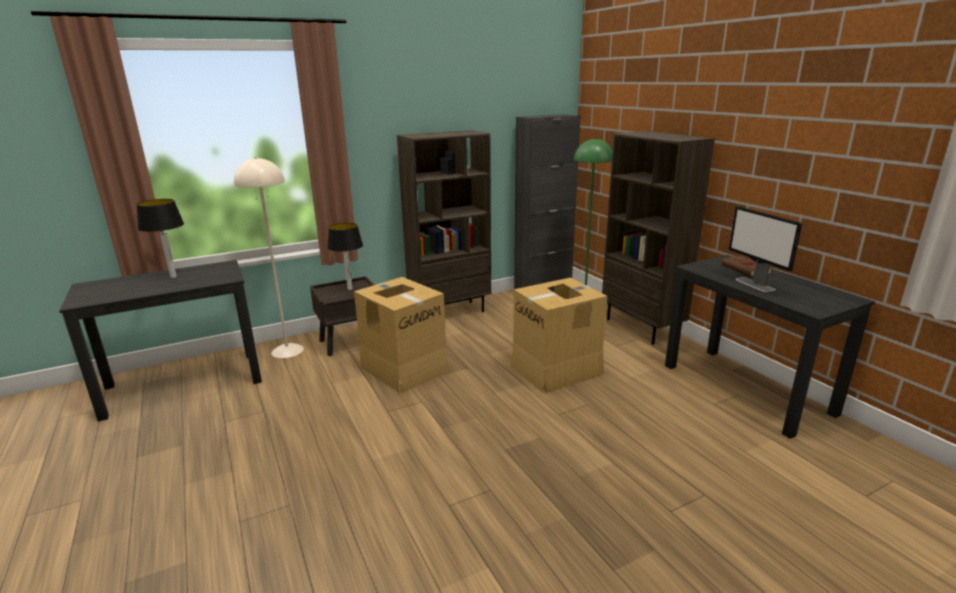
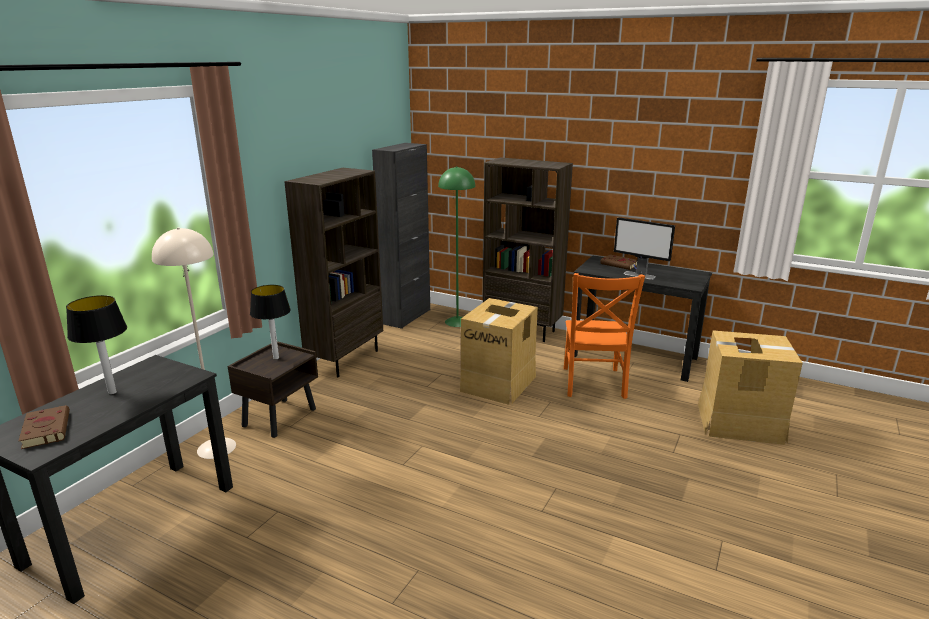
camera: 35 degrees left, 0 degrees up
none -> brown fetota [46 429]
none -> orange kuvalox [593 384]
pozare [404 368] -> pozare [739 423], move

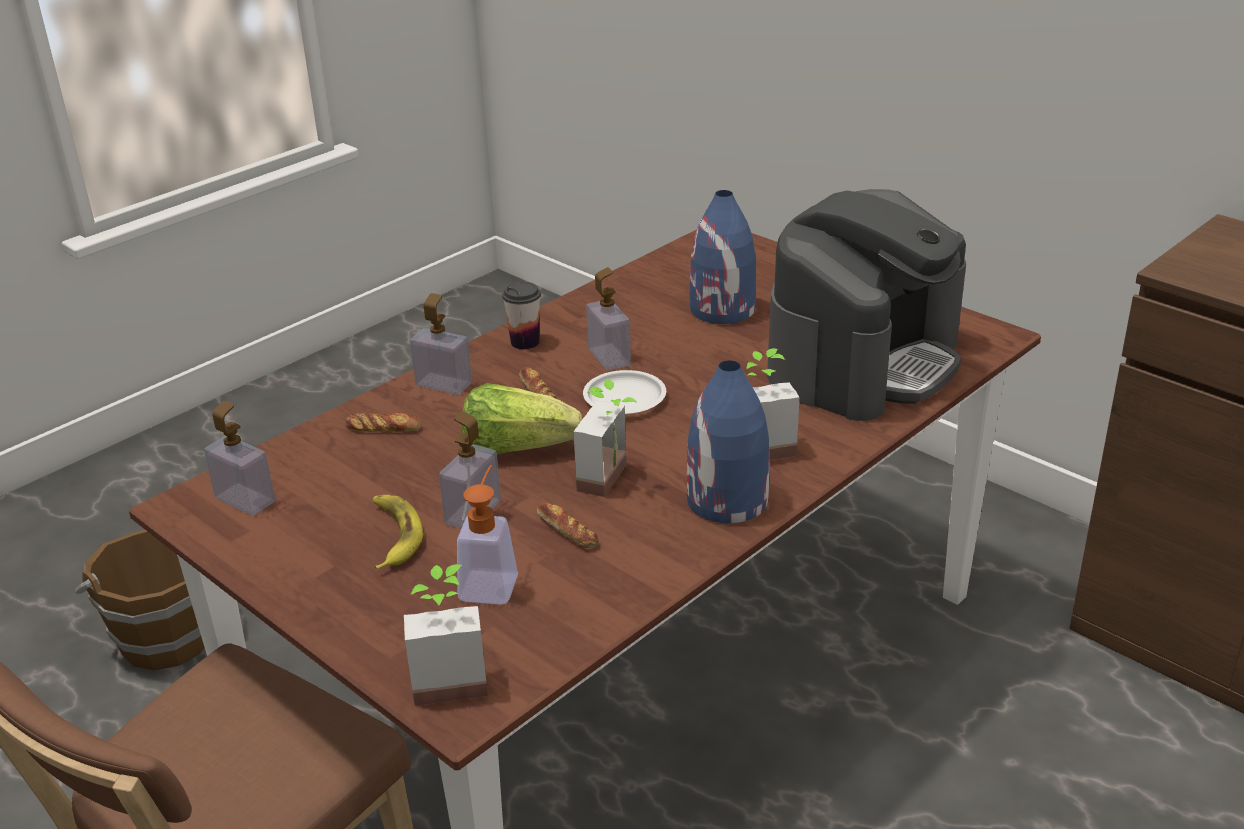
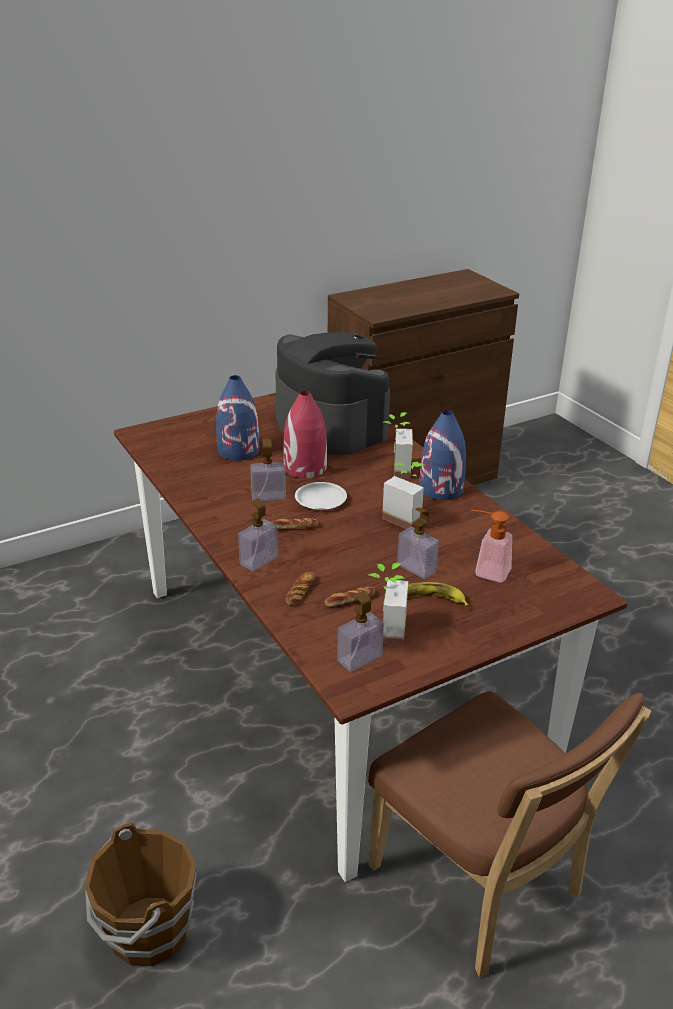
camera: 75 degrees left, 0 degrees up
none -> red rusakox [305 468]
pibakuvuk [567 531] -> pibakuvuk [350 600], move
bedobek [449 677] -> bedobek [385 631], move
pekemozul [516 448] -> none
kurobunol [525 342] -> none

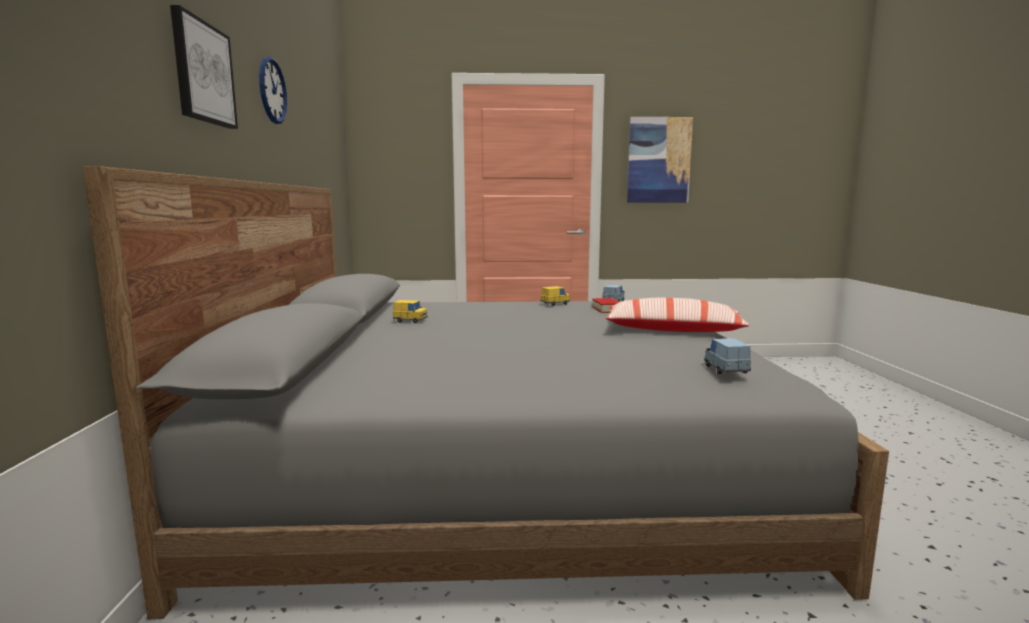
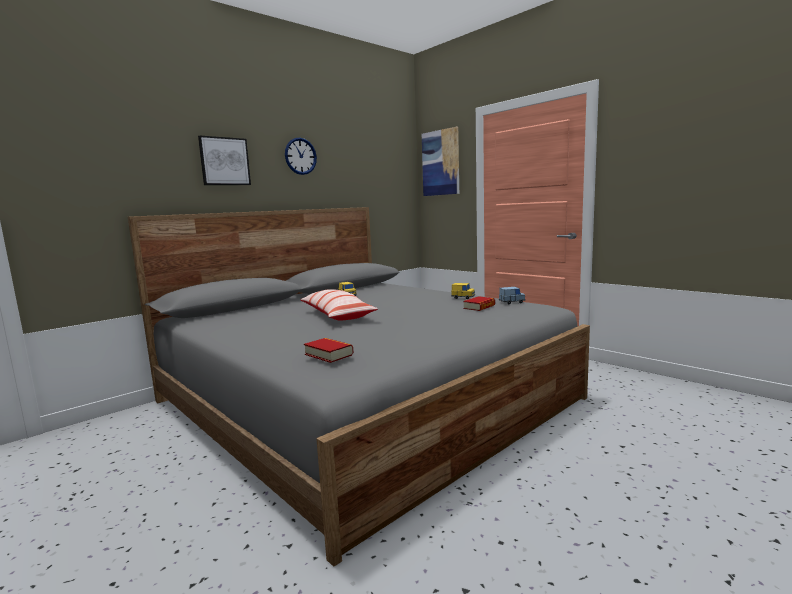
camera: 50 degrees right, 0 degrees up
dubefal [672 330] -> dubefal [336 315], move
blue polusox [726 370] -> fetota [328 354]
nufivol [659 160] -> nufivol [440 163], move

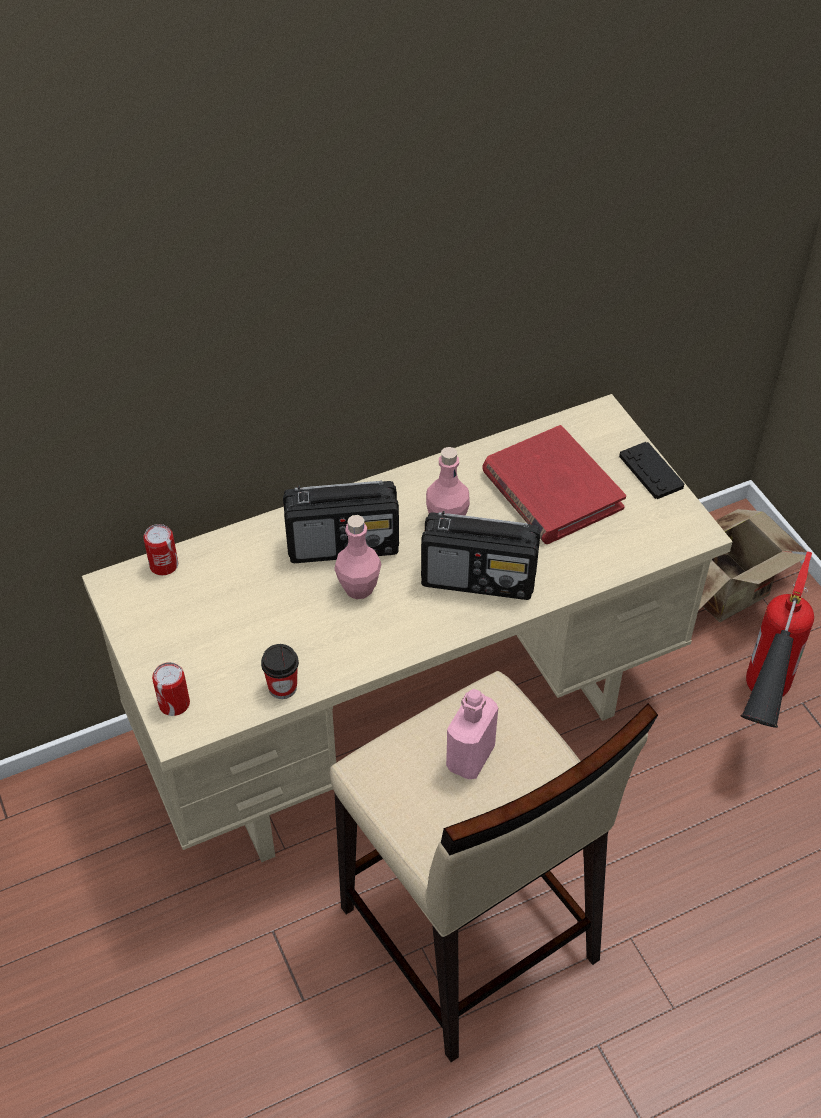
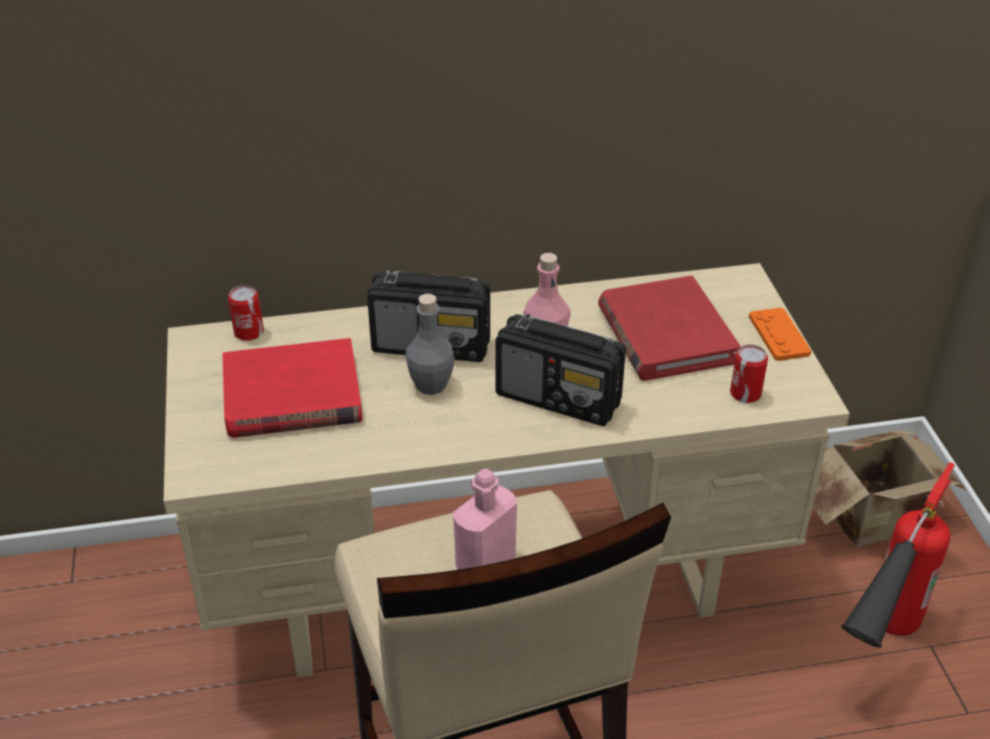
camera: 15 degrees right, 10 degrees down
none -> red fetota [292 395]
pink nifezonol [358 588] -> grey nifezonol [431 385]
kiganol [174 704] -> kiganol [745 393], move
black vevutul [651 471] -> orange vevutul [779 335]
kurobunol [282 687] -> none

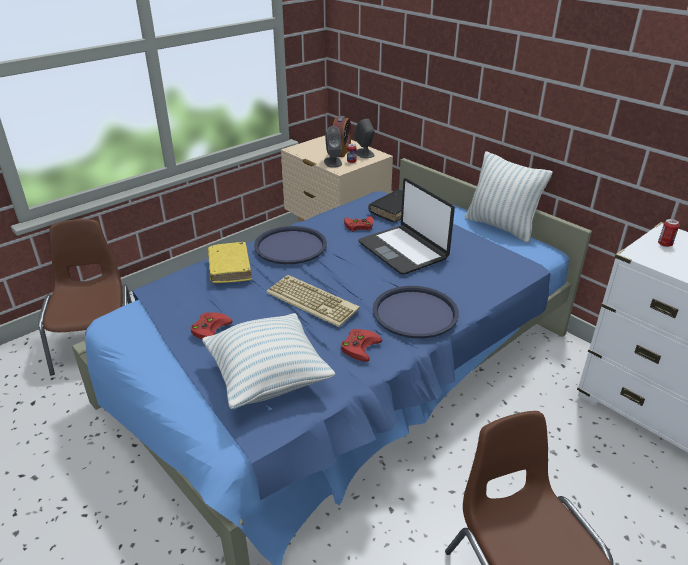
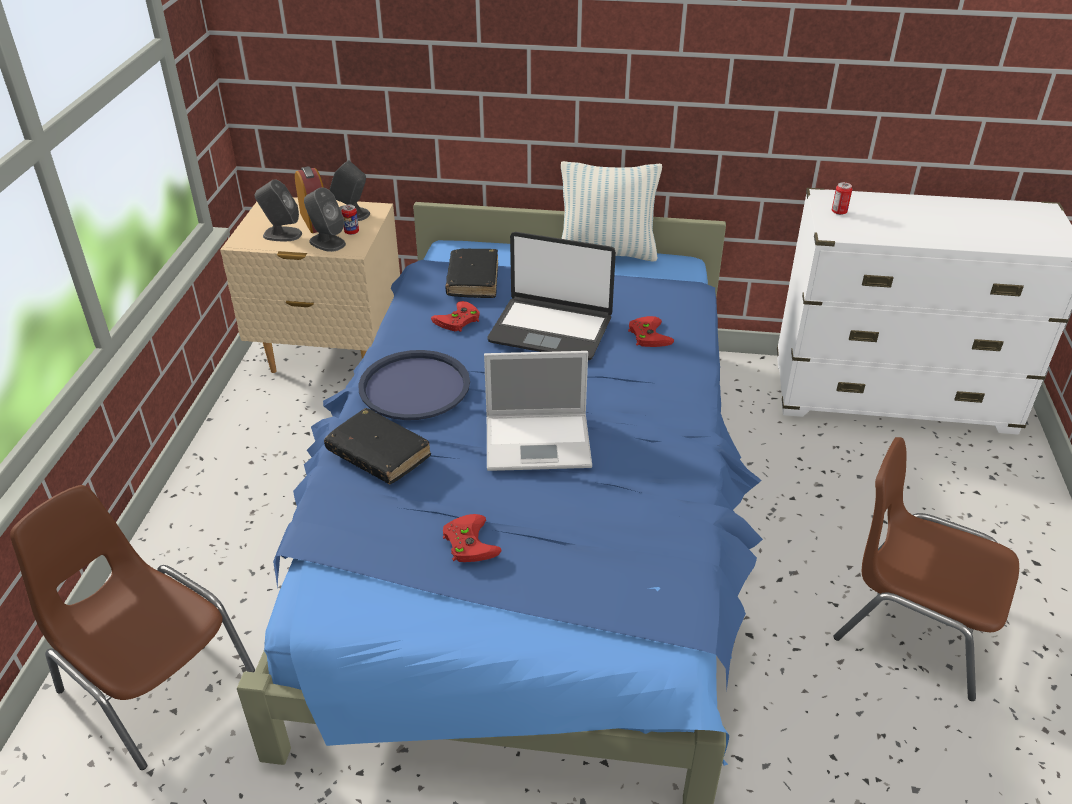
camera: 40 degrees left, 5 degrees up
none -> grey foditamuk [281 234]
yellow fetota [229 268] -> black fetota [378 454]
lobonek [313 301] -> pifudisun [540 441]
red vevutul [359 345] -> red vevutul [647 335], move
dubefal [268 379] -> none
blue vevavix [415 312] -> none

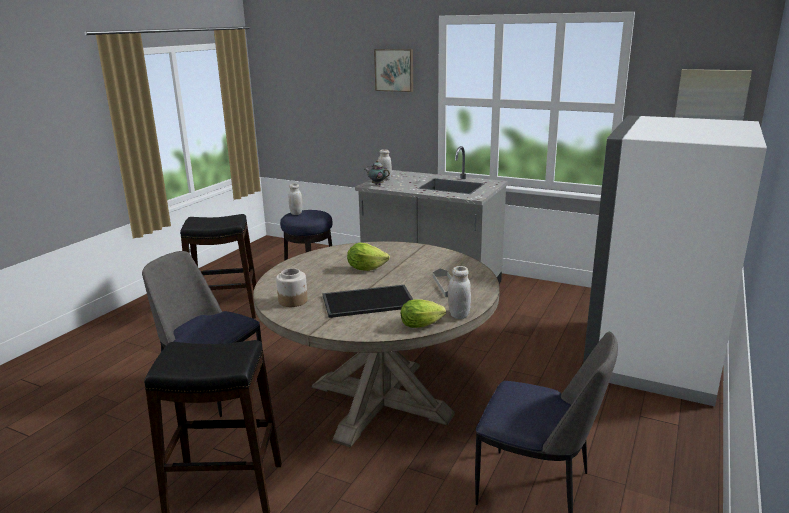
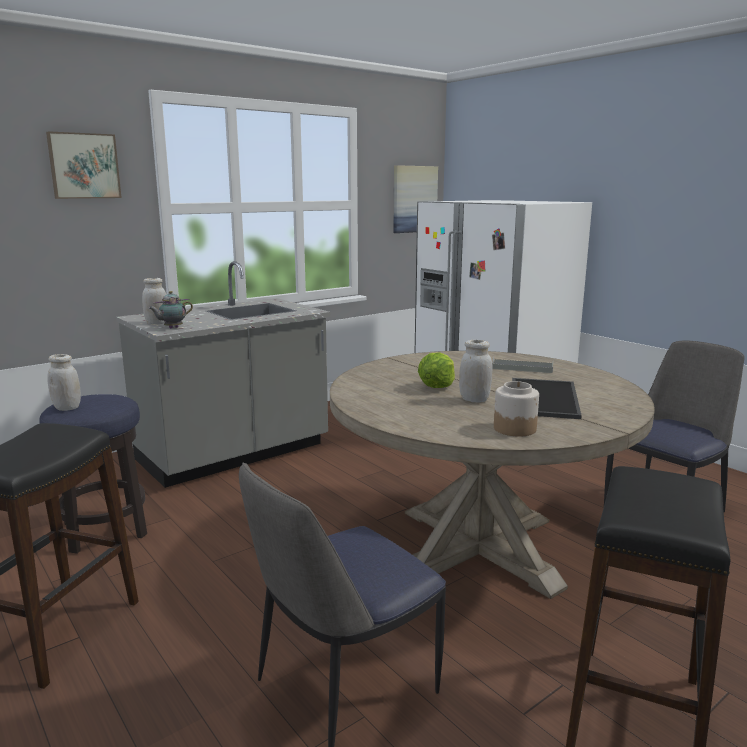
camera: 65 degrees left, 5 degrees down
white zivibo [459 315] -> white zivibo [474 400], move
pekemozul [423 325] -> none

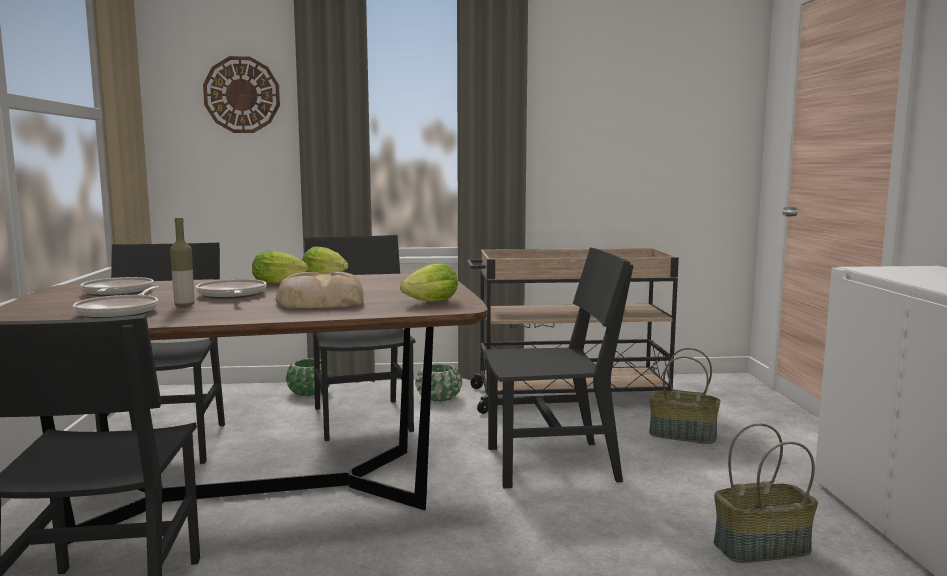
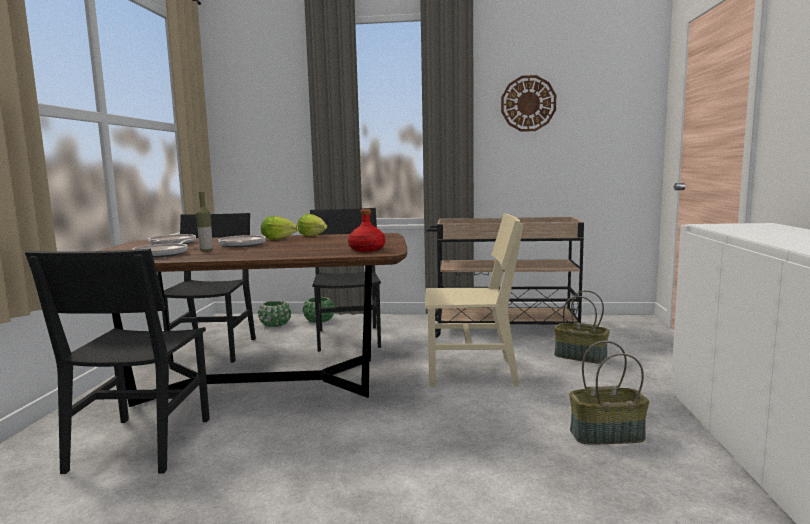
camera: 10 degrees right, 0 degrees up
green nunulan [438 397] -> green nunulan [275 324], move
pekemozul [428 303] -> red nifezonol [367 250]
black kuvalox [552 464] -> beige kuvalox [471 372]
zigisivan [242 95] -> zigisivan [528 103], move
pibakuvuk [320 301] -> none

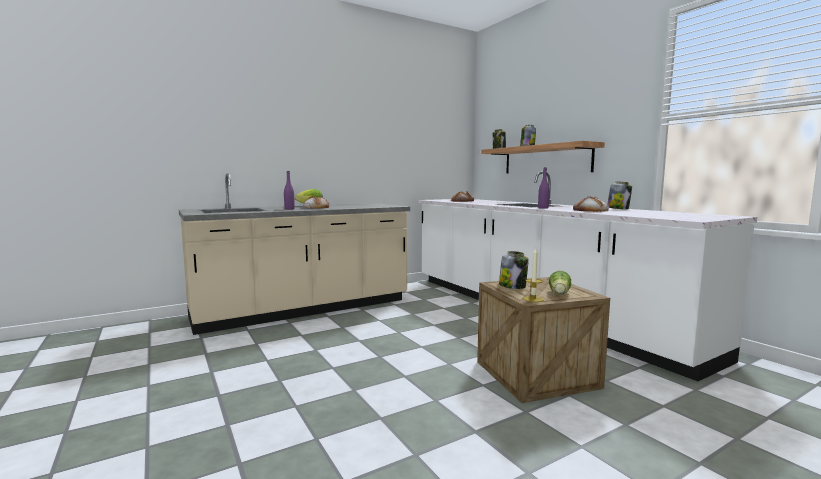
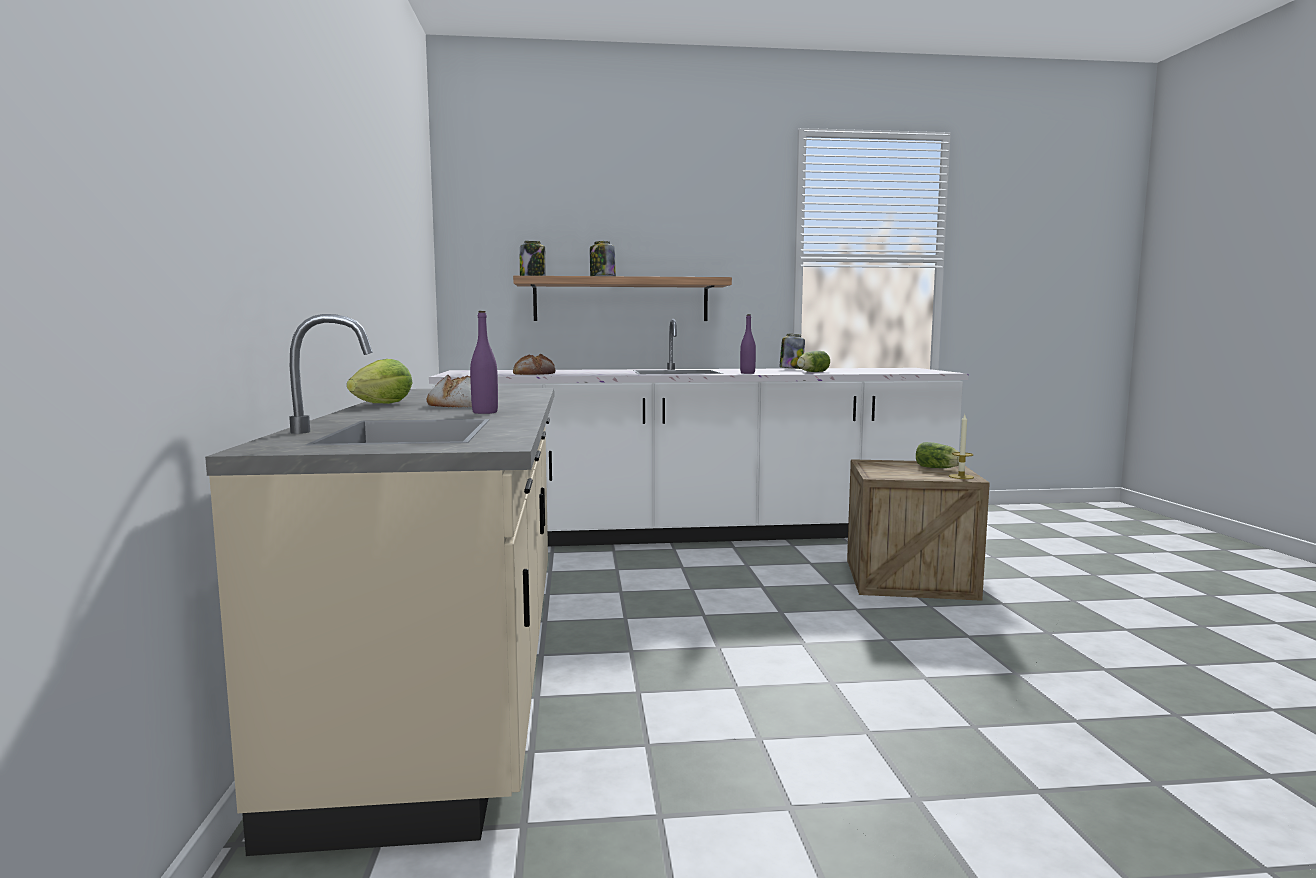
camera: 65 degrees left, 0 degrees up
pibakuvuk [590 211] -> pekemozul [811 372]
zivibo [513 286] -> none

